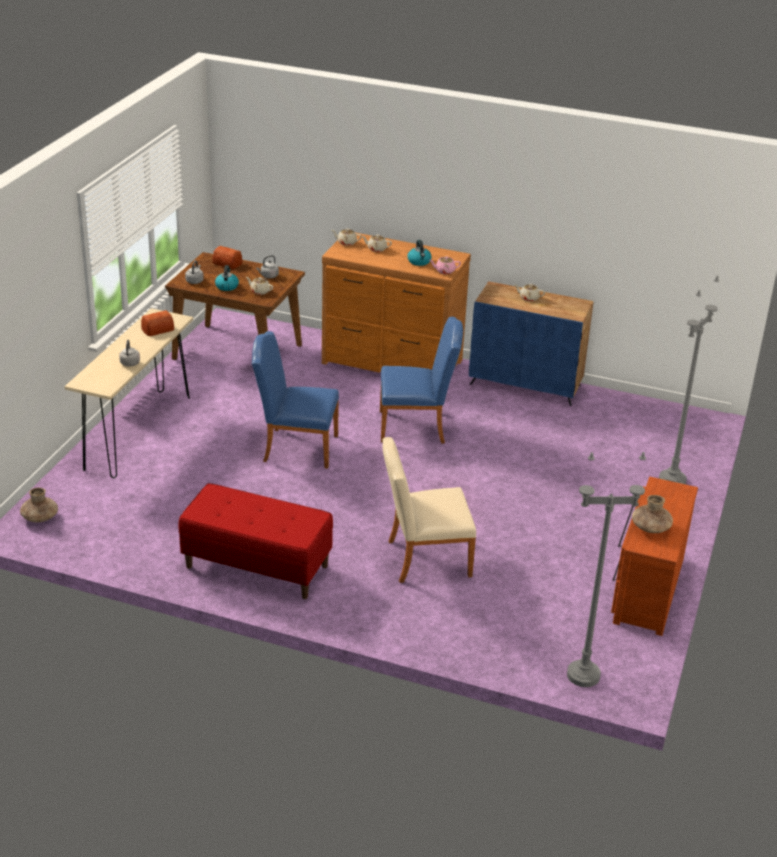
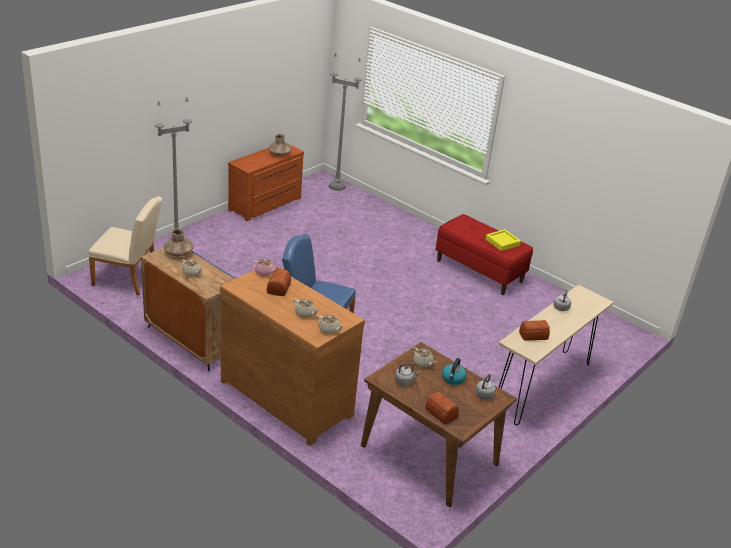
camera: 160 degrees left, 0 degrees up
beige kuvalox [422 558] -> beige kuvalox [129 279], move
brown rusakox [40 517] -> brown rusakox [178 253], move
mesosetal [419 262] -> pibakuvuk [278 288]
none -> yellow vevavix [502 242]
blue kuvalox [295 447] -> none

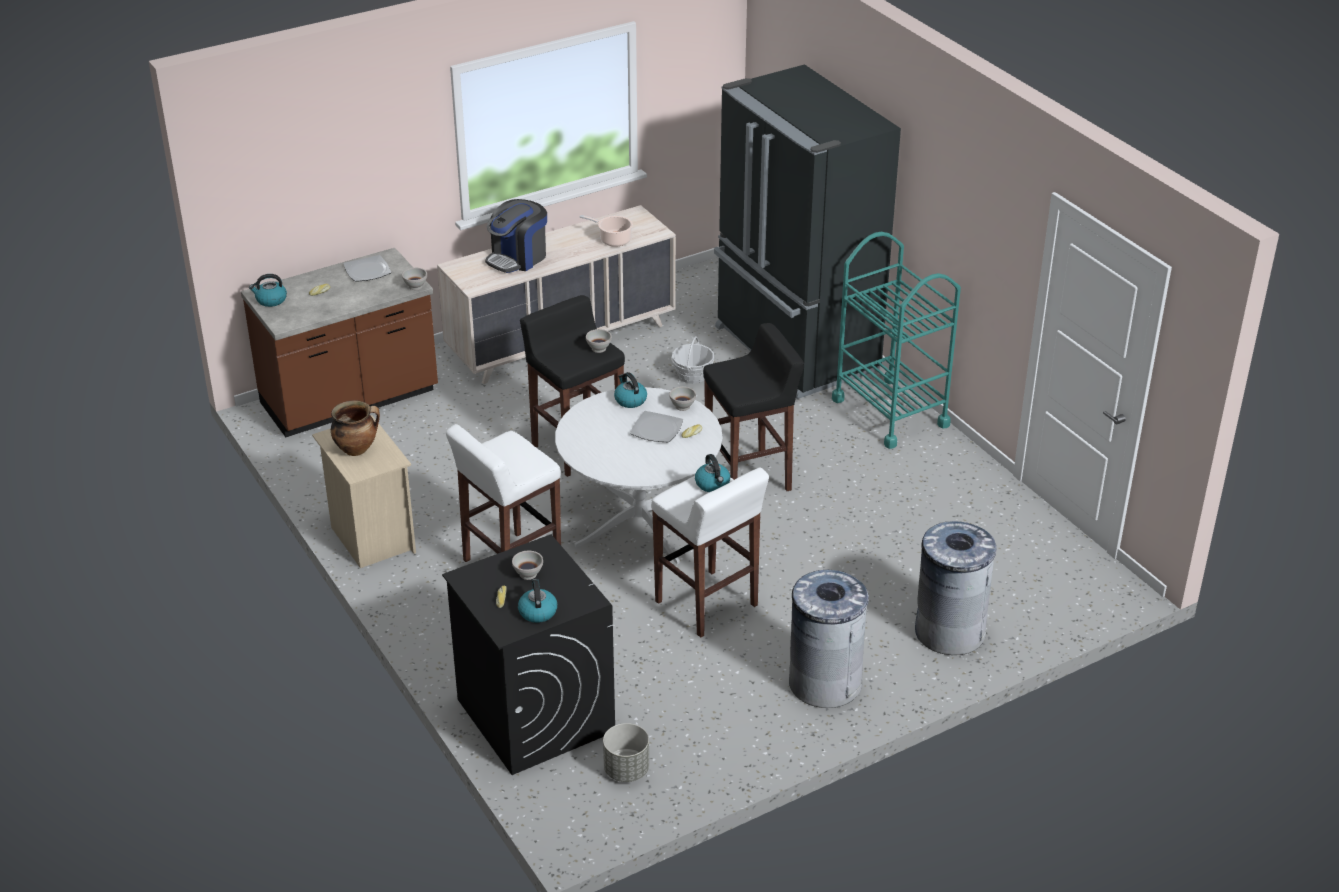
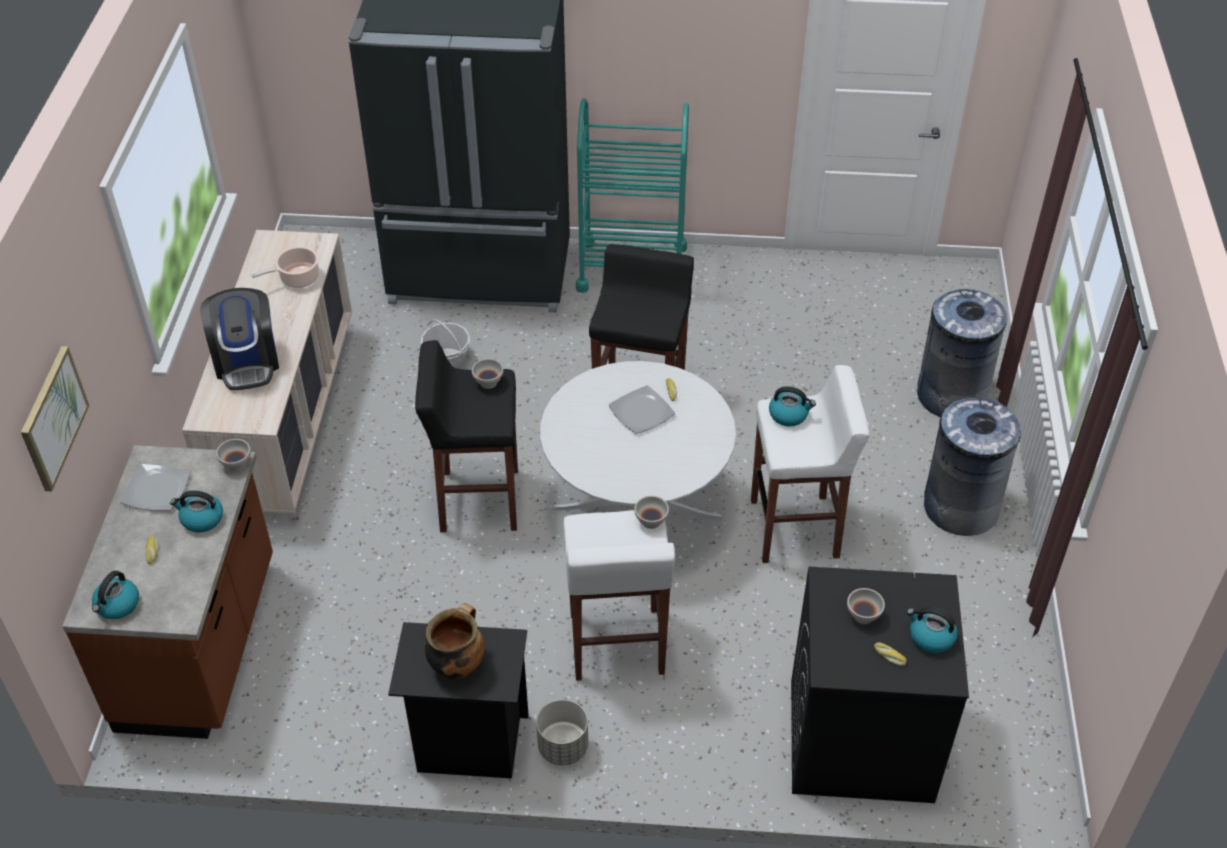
camera: 55 degrees left, 10 degrees up
none -> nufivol [53 418]
mesosetal [630 400] -> mesosetal [201 519], move
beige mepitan [371 538] -> black mepitan [468 744]
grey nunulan [627 770] -> grey nunulan [563 747], move
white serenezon [683 406] -> white serenezon [651 521], move

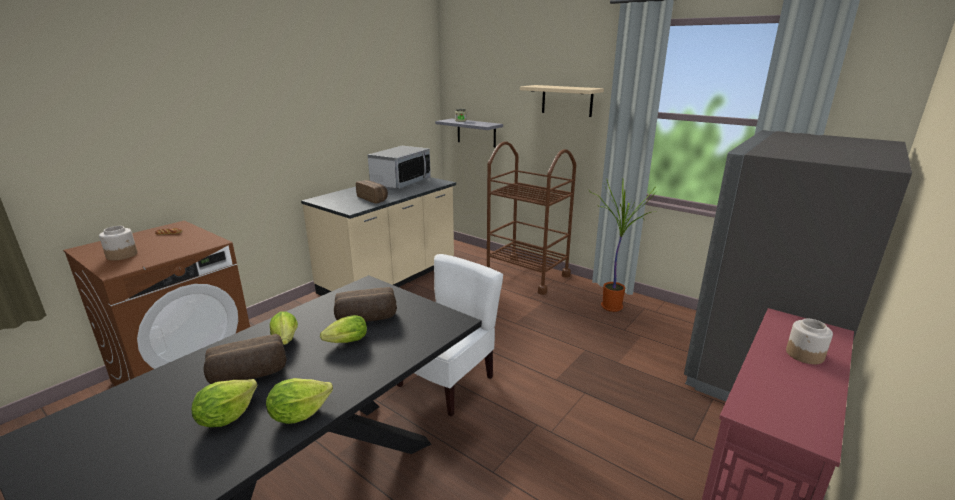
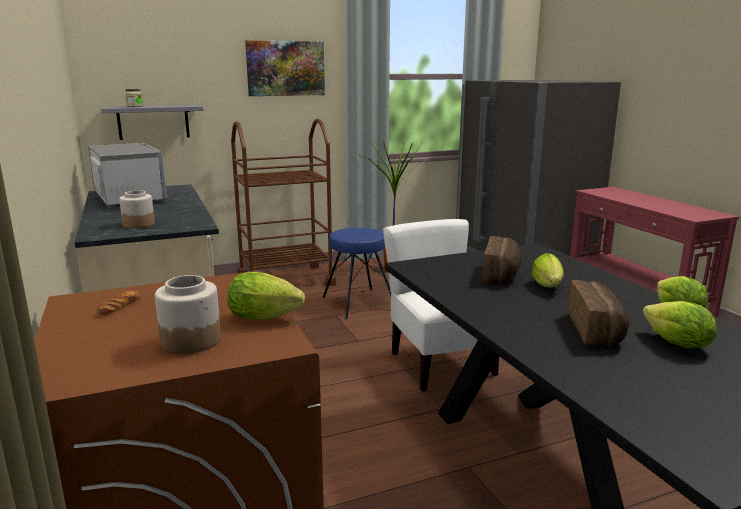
camera: 60 degrees left, 5 degrees down
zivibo [805 355] -> zivibo [139 224], move
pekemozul [286 341] -> pekemozul [268 318], move
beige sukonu [567 100] -> nufivol [285 68]
none -> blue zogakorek [358 303]
pibakuvuk [373 199] -> none

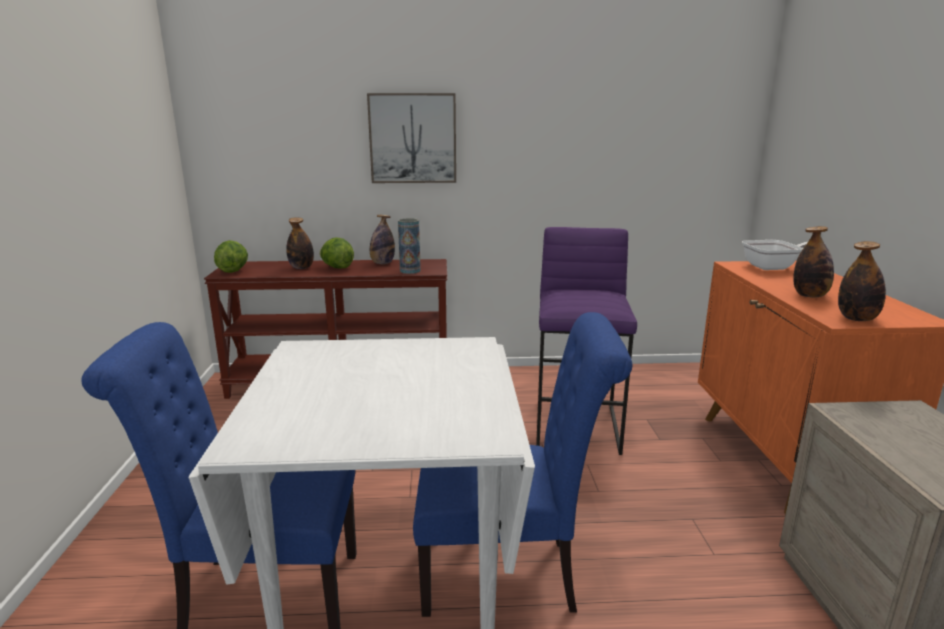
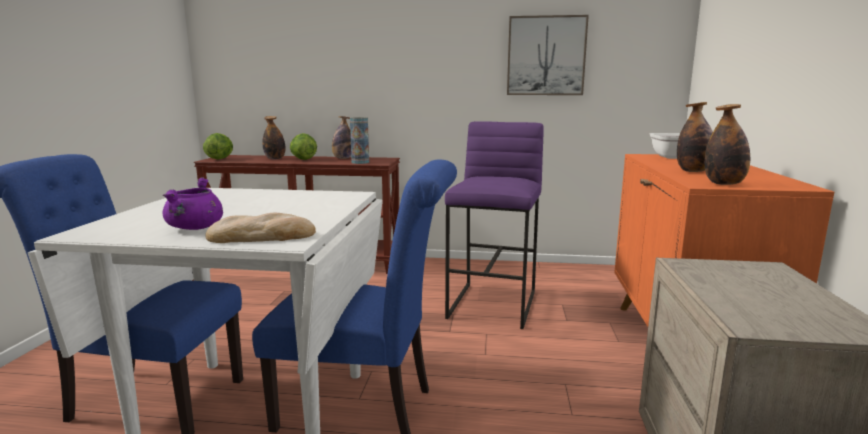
camera: 10 degrees right, 5 degrees down
none -> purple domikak [195 228]
none -> pibakuvuk [262 236]
nufivol [413 138] -> nufivol [546 56], move

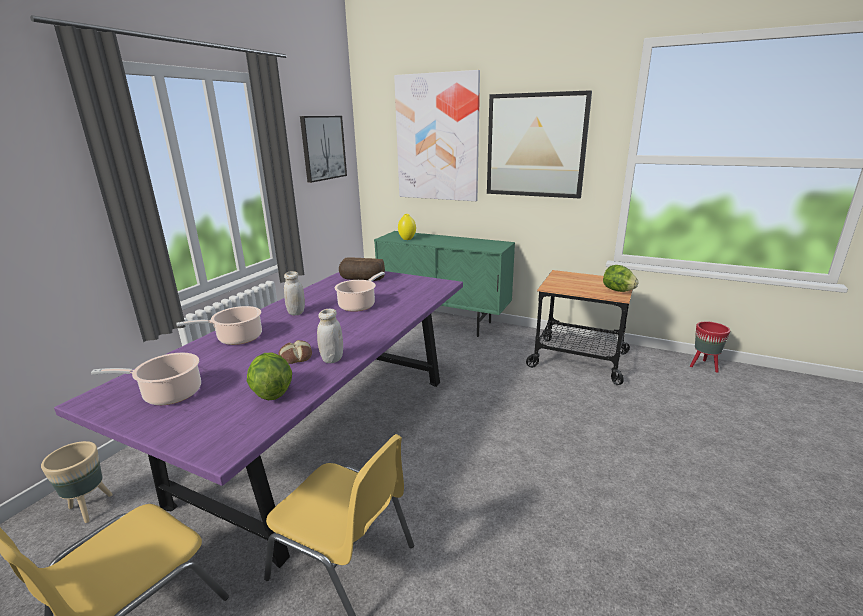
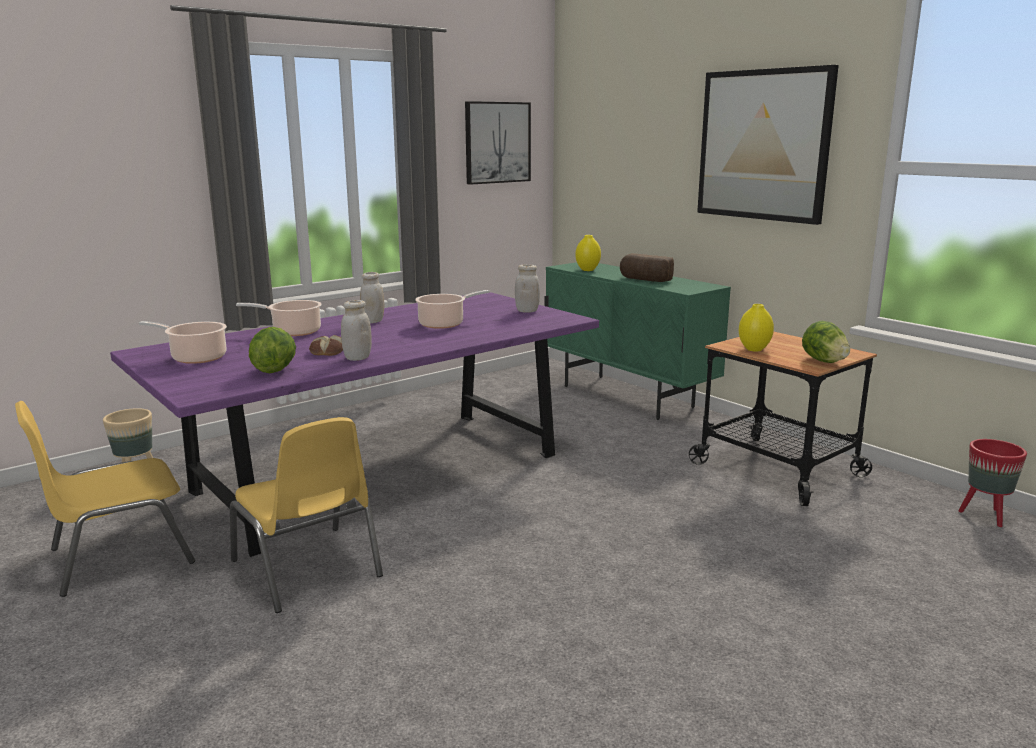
camera: 25 degrees right, 5 degrees down
none -> white zivibo [527 311]
pibakuvuk [361 279] -> pibakuvuk [644 280], move
none -> yellow rusakox [754 349]
nufivol [437 138] -> none

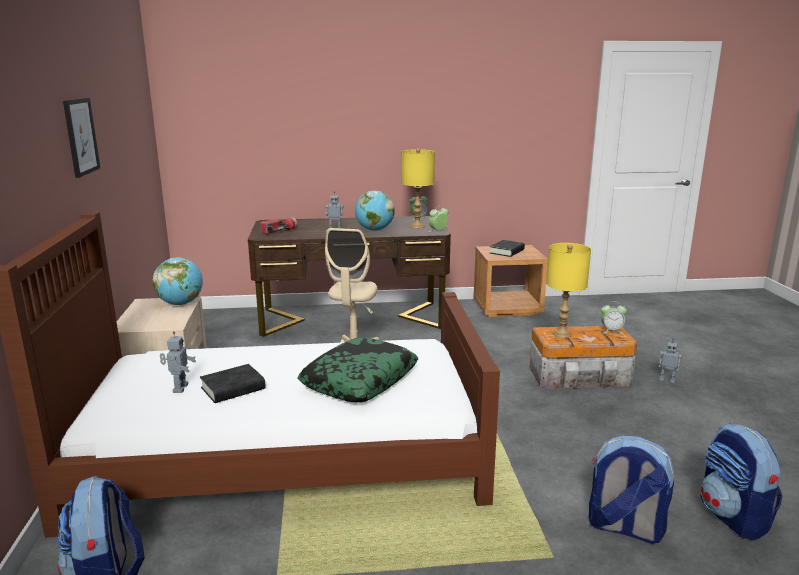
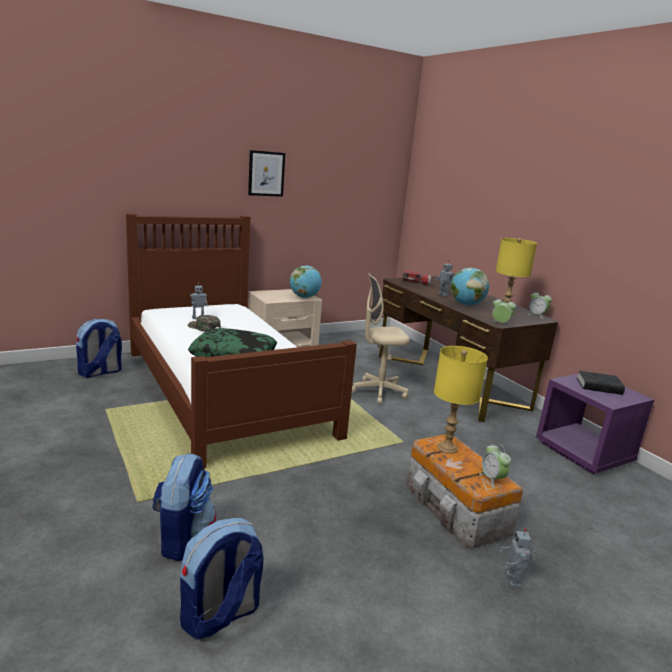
camera: 65 degrees right, 0 degrees up
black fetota [233 388] -> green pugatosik [204 327]
brown mepitan [507 308] -> purple mepitan [584 453]

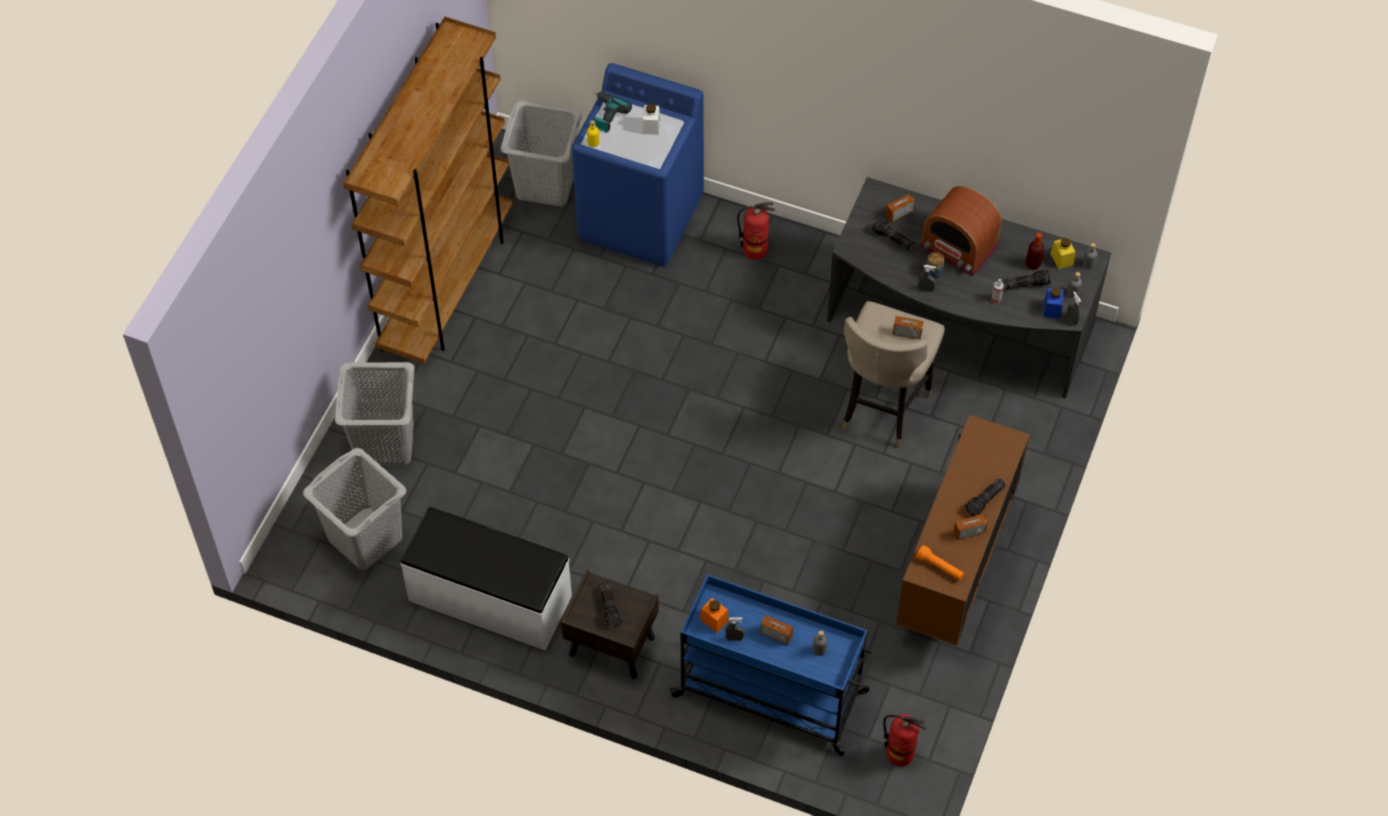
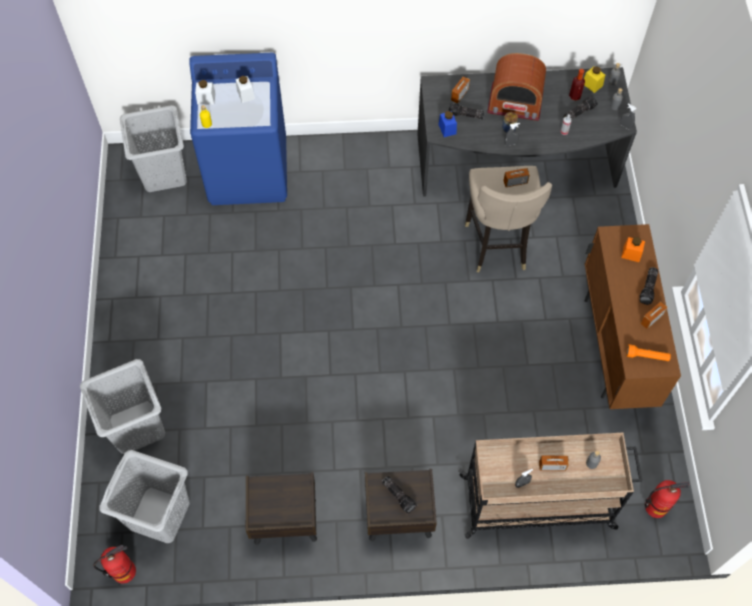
camera: 25 degrees left, 5 degrees up
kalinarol [755 250] -> kalinarol [124 571], move
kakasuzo [606 115] -> white zivibo [206 99]
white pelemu [489 599] -> brown mepitan [284 521]
blue zivibo [1052 309] -> blue zivibo [447 129], move
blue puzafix [772 694] -> beige puzafix [539 502]
orange zivibo [714 620] -> orange zivibo [631 254], move
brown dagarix [447 286] -> none

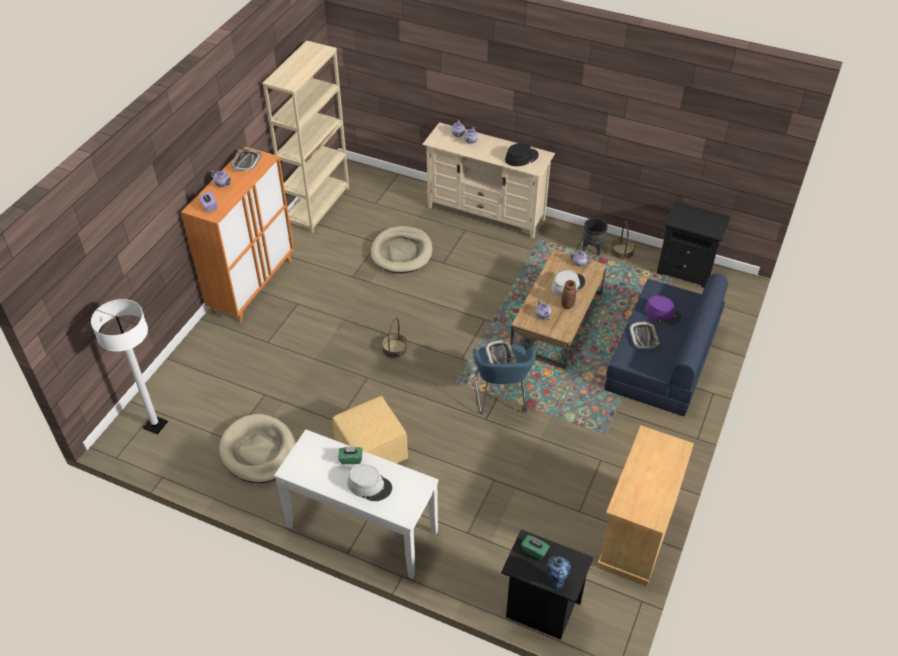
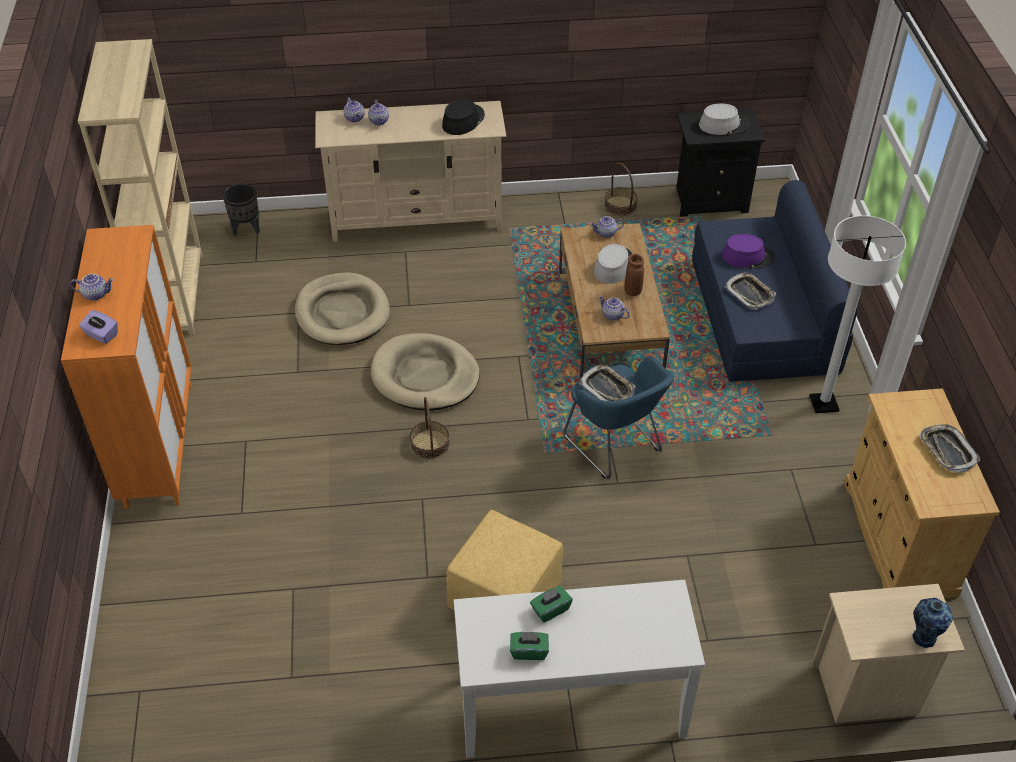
camera: 30 degrees left, 0 degrees up
black nunulan [592 249] -> black nunulan [246 229], move
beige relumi [259 451] -> beige relumi [425 376], move
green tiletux [534 551] -> green tiletux [529 651], move
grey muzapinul [369 485] -> grey muzapinul [723 125], move
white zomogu [155 425] -> white zomogu [823 404], move
black mepitan [540 609] -> beige mepitan [866 690]
vevavix [246 162] -> vevavix [947 451], move

